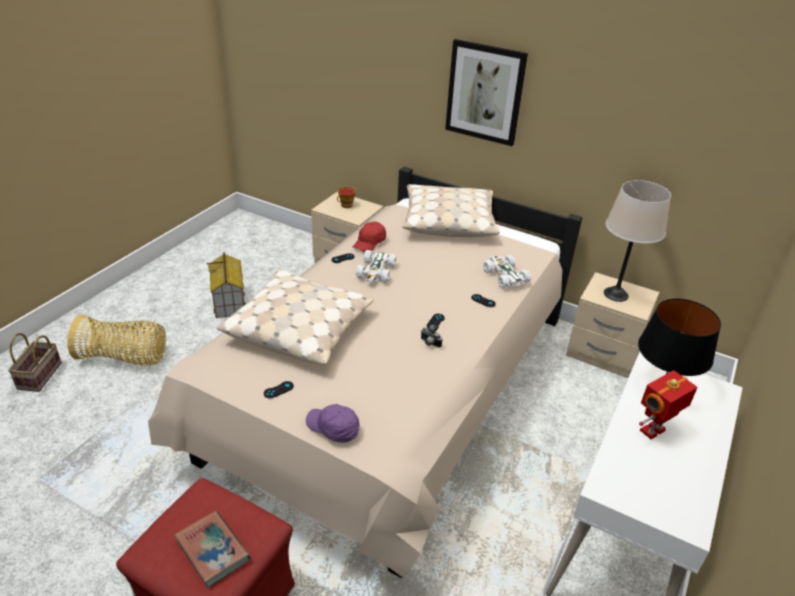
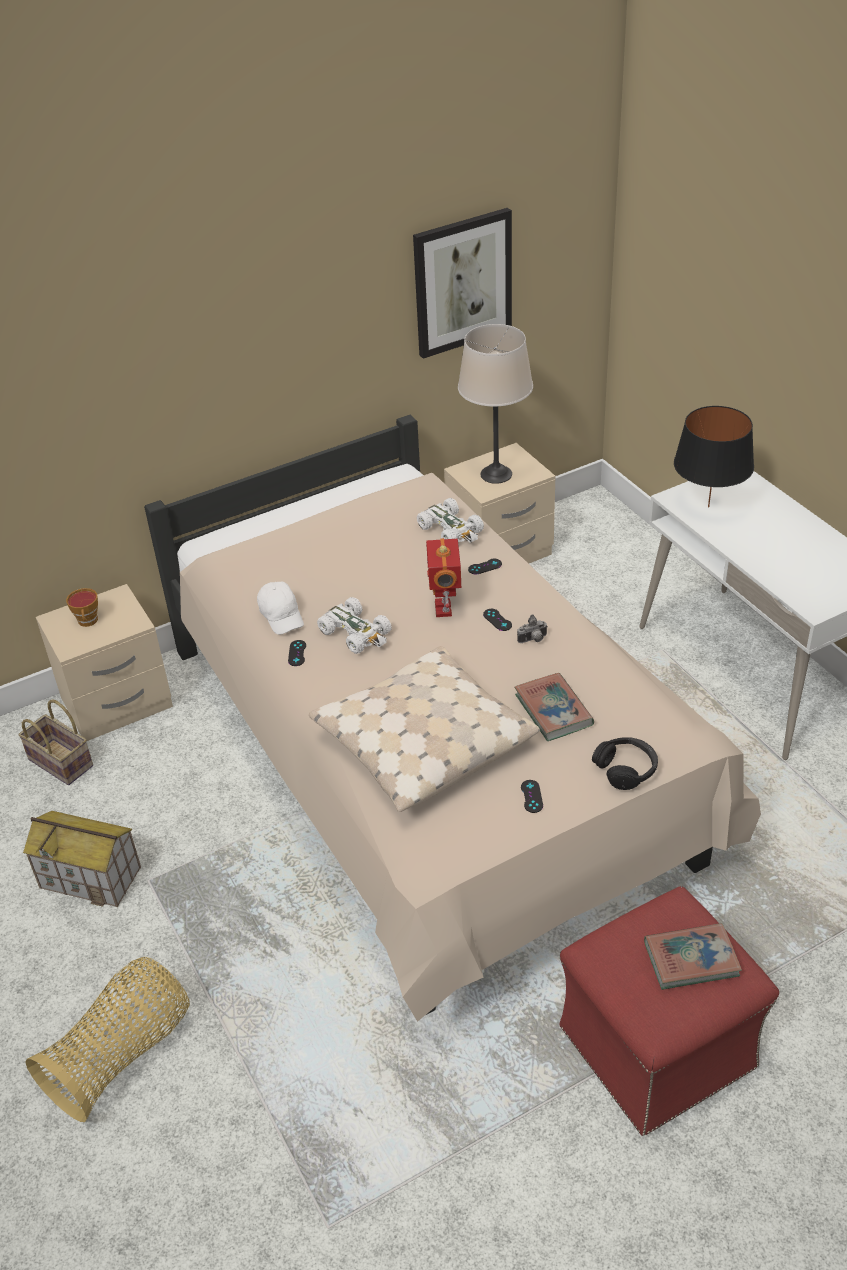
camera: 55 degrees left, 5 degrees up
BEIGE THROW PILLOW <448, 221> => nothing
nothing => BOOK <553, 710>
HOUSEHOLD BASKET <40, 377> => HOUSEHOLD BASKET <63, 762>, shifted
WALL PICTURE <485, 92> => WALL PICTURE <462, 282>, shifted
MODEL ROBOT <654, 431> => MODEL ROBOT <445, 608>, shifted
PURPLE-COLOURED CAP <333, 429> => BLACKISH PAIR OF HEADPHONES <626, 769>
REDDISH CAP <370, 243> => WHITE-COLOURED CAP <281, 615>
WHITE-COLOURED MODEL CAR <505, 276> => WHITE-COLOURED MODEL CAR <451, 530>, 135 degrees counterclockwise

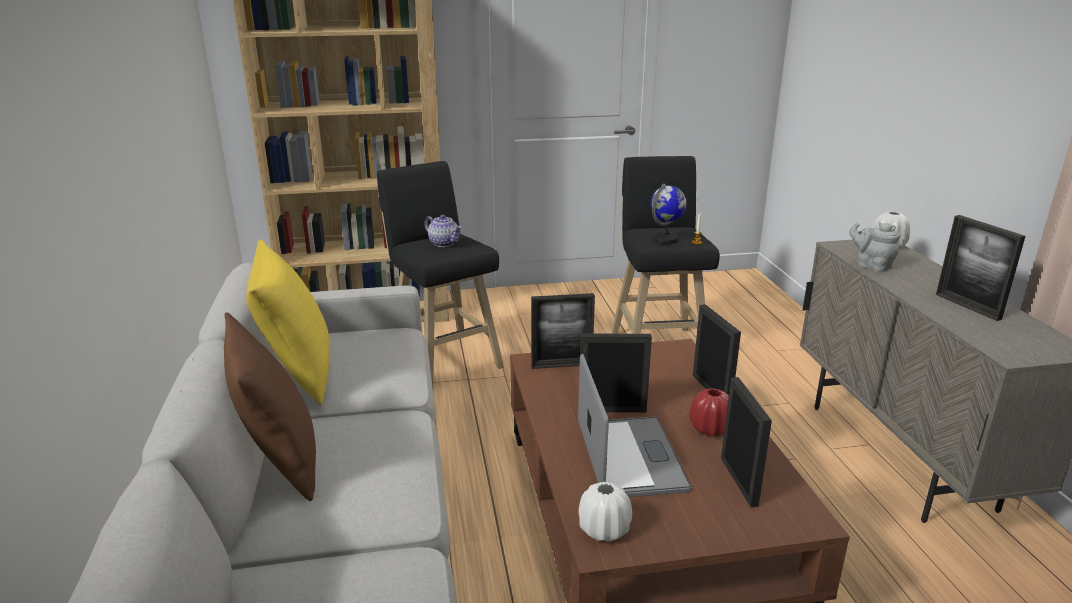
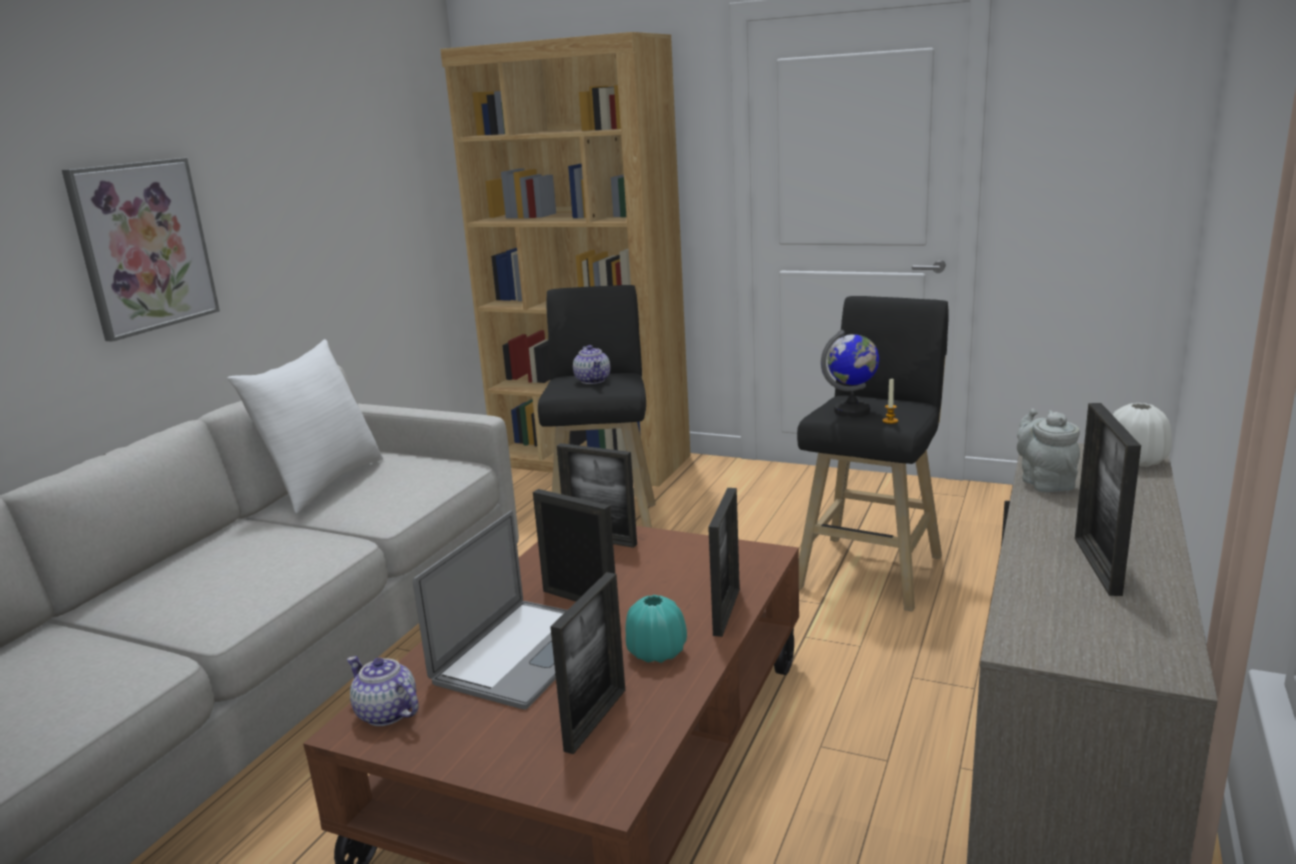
camera: 35 degrees right, 5 degrees down
BROWNISH THROW PILLOW <280, 462> => nothing
nothing => WALL PICTURE <143, 246>
WHITE-COLOURED DECORATIVE VASE <604, 530> => TEAPOT <385, 713>
YELLOW THROW PILLOW <298, 374> => WHITE-COLOURED THROW PILLOW <323, 483>
REDDISH DECORATIVE VASE <710, 428> => TURQUOISE-COLOURED DECORATIVE VASE <656, 652>

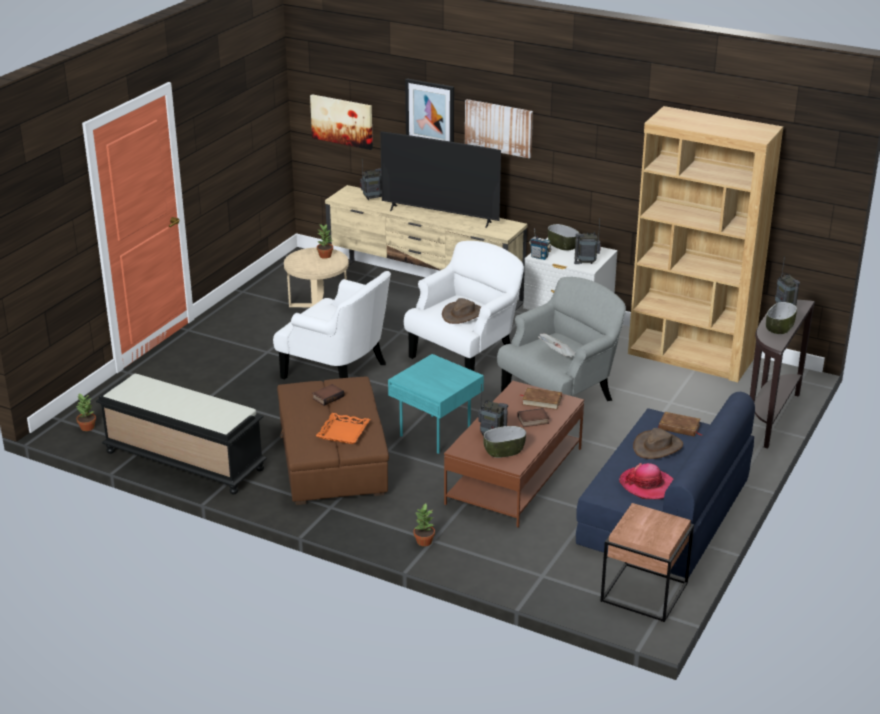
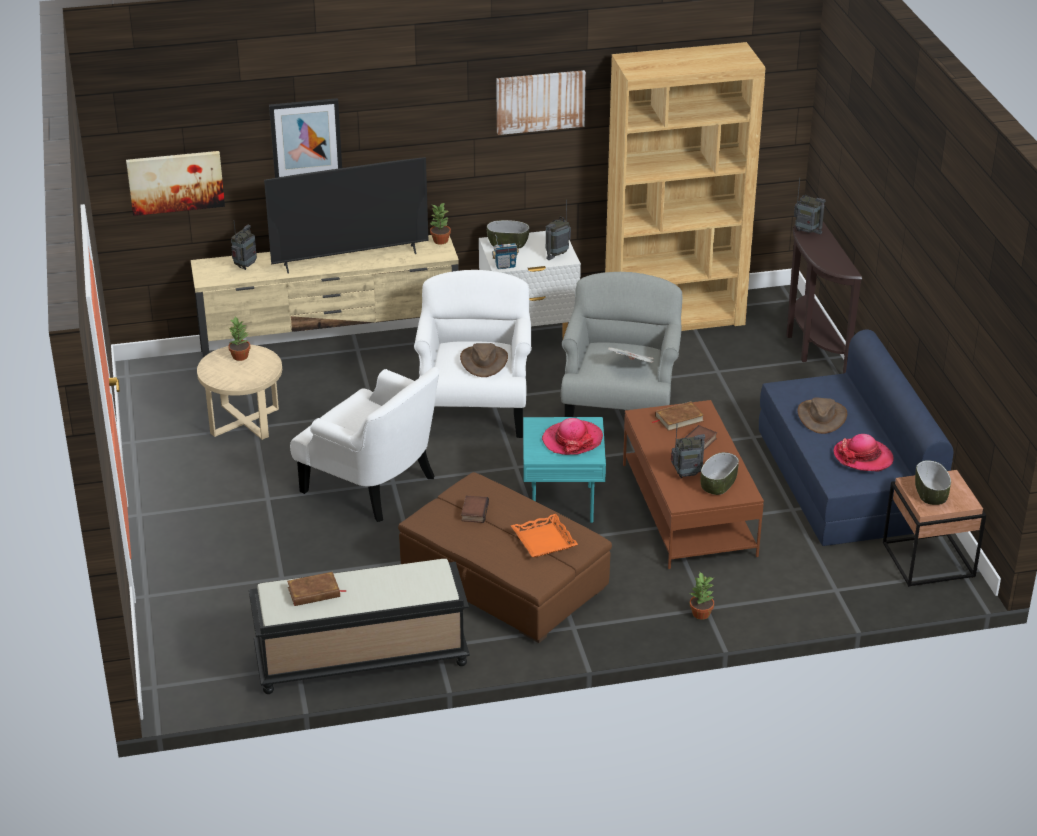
camera: 40 degrees left, 5 degrees up
nothing => HAT <572, 440>
POTTED PLANT <87, 427> => POTTED PLANT <440, 240>, shifted
WALL PICTURE <499, 128> => WALL PICTURE <540, 101>, shifted
BROWNISH BOOK <679, 427> => BROWNISH BOOK <314, 592>, shifted
SERVING BOWL <779, 327> => SERVING BOWL <930, 494>, shifted
WHITE-COLOURED EASY CHAIR <337, 370> => WHITE-COLOURED EASY CHAIR <372, 484>, 45 degrees clockwise

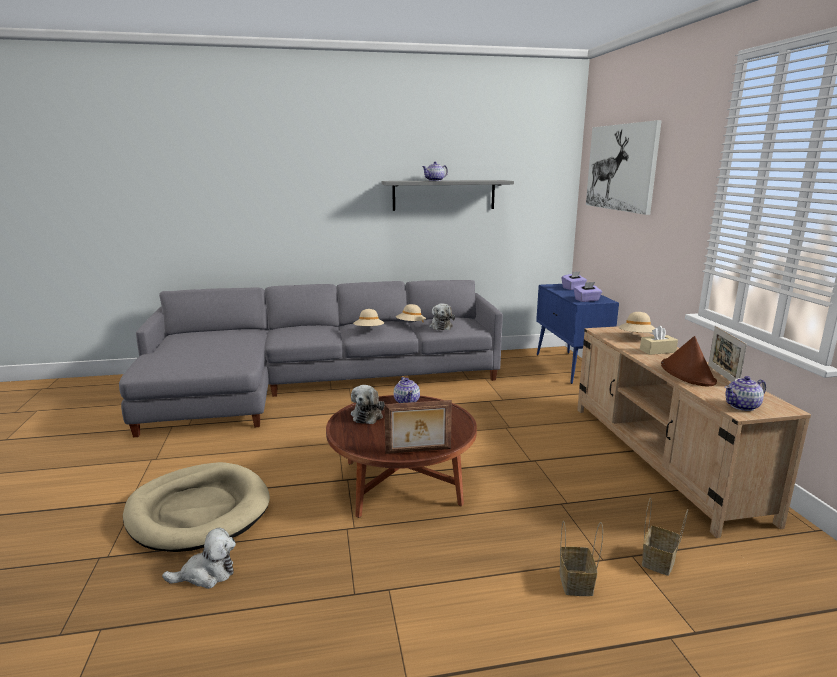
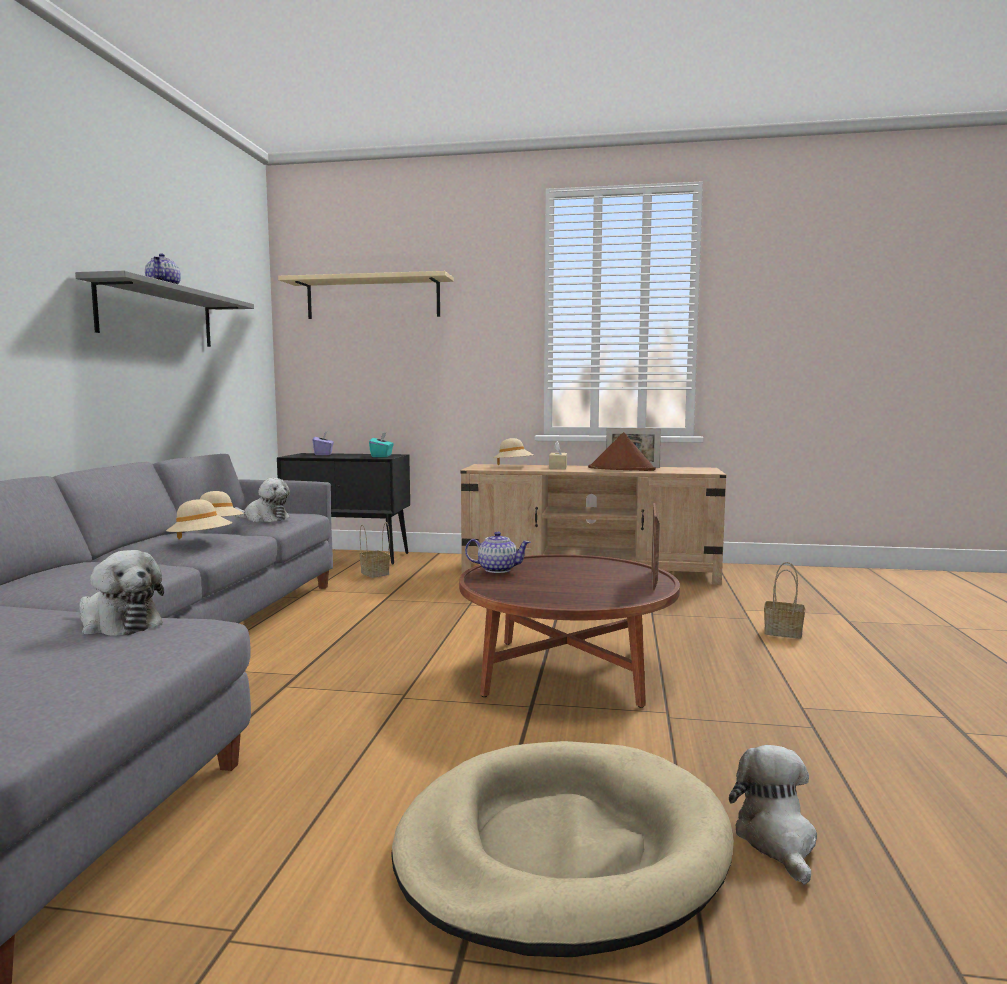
camera: 70 degrees left, 10 degrees down
TEAPOT <742, 406> => nothing
PLUSH TOY <368, 415> => PLUSH TOY <118, 624>, shifted
HOUSEHOLD BASKET <659, 562> => HOUSEHOLD BASKET <376, 573>, shifted
WALL PICTURE <621, 167> => BEIGE BRACKET SHELF <373, 298>
BLUE CABINET <570, 367> => BLACKISH CABINET <349, 556>
PURPLE-COLOURED TISSUE HOLDER <587, 300> => TURQUOISE-COLOURED TISSUE HOLDER <382, 456>

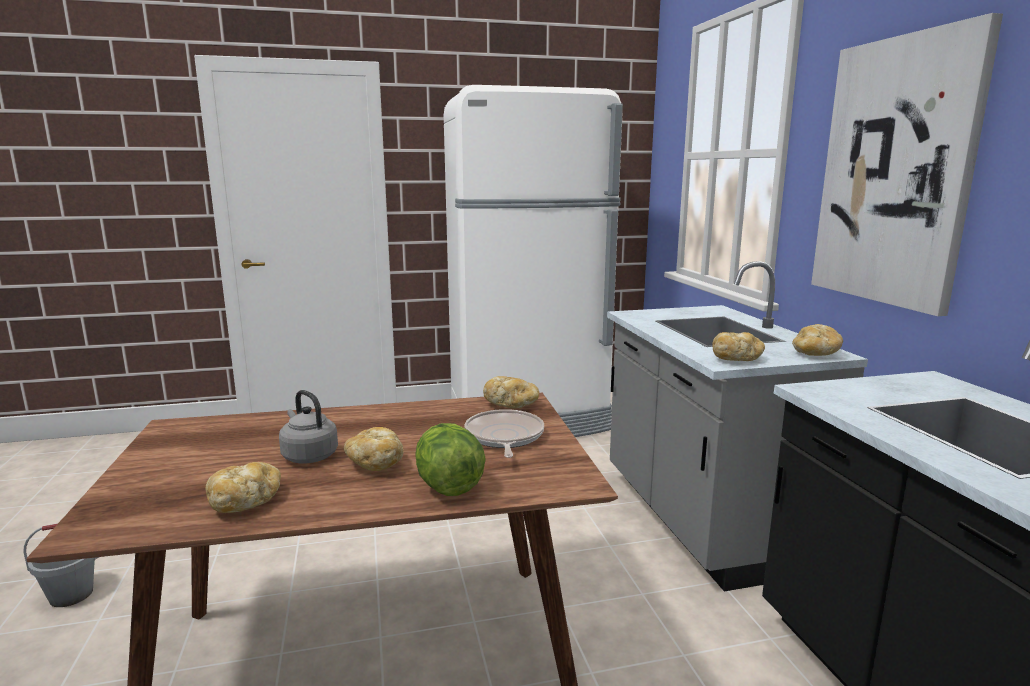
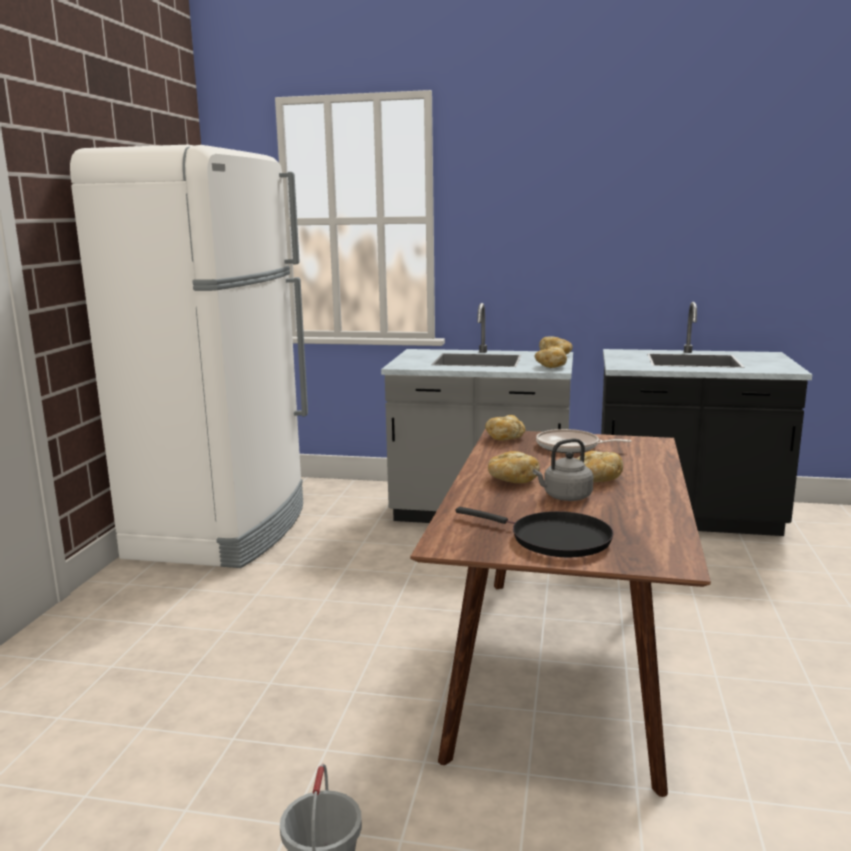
camera: 65 degrees left, 0 degrees up
LETTUCE HEAD <448, 486> => nothing
WALL PICTURE <895, 173> => nothing
nothing => BLACKISH FRYING PAN <554, 539>
BAKERY BREAD <245, 502> => BAKERY BREAD <512, 480>, shifted

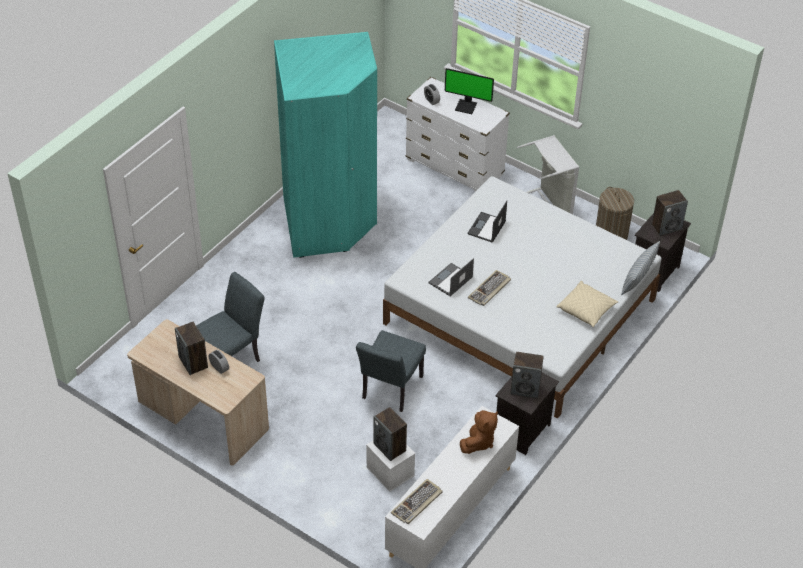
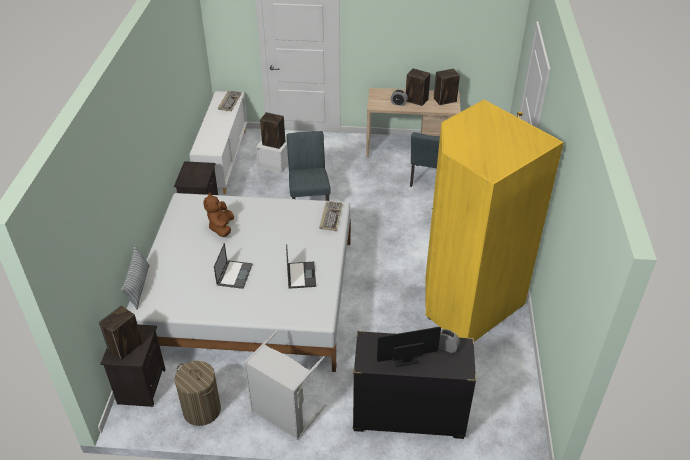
camera: 150 degrees right, 5 degrees down
BEIGE THROW PILLOW <586, 309> => nothing
LAPTOP <450, 280> => LAPTOP <234, 274>, shifted
BROWNISH PLUSH TOY <478, 442> => BROWNISH PLUSH TOY <221, 228>, shifted
KEYBOARD <489, 290> => KEYBOARD <330, 217>, shifted
AUDIO SPEAKER <525, 389> => AUDIO SPEAKER <445, 100>, shifted
TURQUOISE-COLOURED WARDROBE <329, 221> => YELLOW WARDROBE <466, 301>
WHITE-COLOURED DRAWER CHEST <455, 167> => BLACKISH DRAWER CHEST <408, 415>

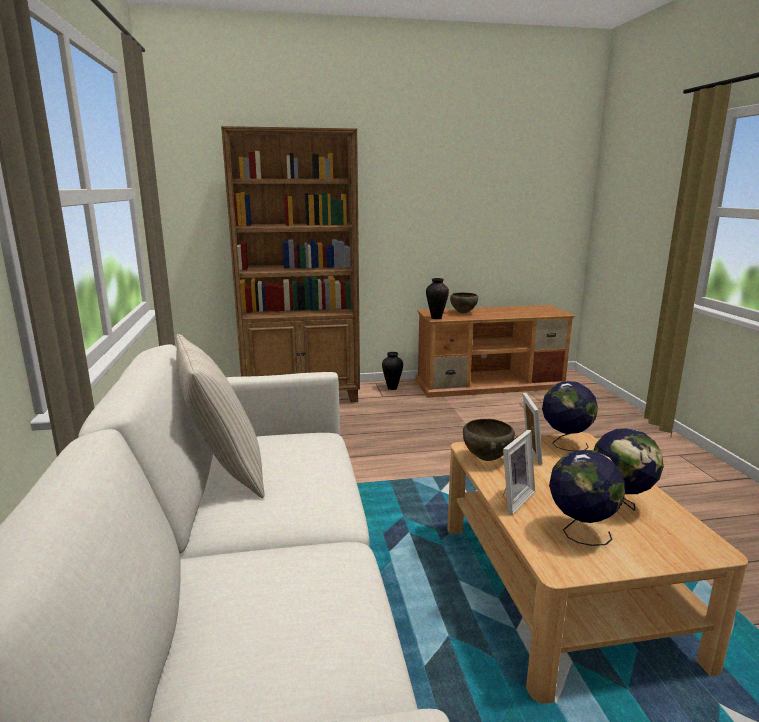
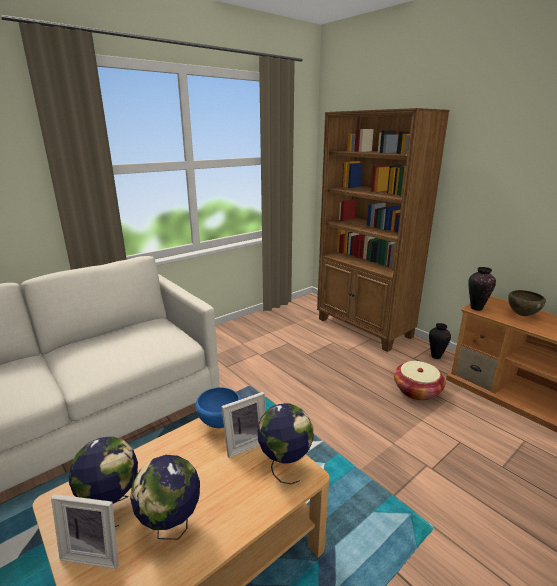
camera: 60 degrees right, 5 degrees up
BEIGE THROW PILLOW <223, 471> => nothing
nothing => HOUSEHOLD BASKET <417, 391>
STANDING FRAME <512, 499> => STANDING FRAME <95, 551>, shifted
BROWNISH SERVING BOWL <486, 459> => BLUE SERVING BOWL <220, 424>

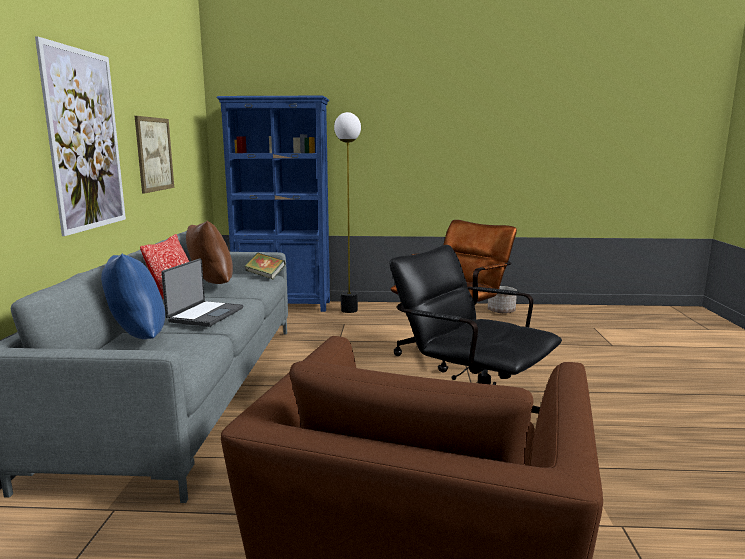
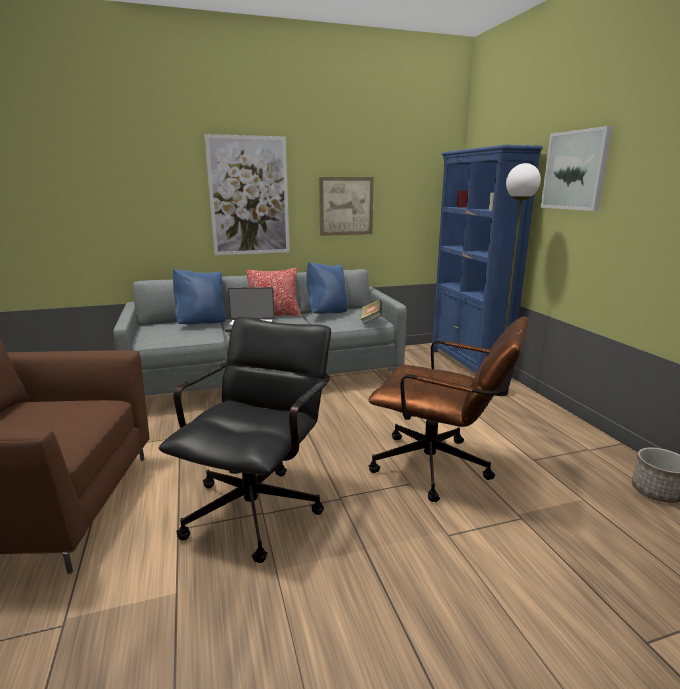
camera: 70 degrees right, 5 degrees up
nothing => WALL PICTURE <575, 170>
BROWNISH THROW PILLOW <210, 285> => BLUE THROW PILLOW <326, 313>

